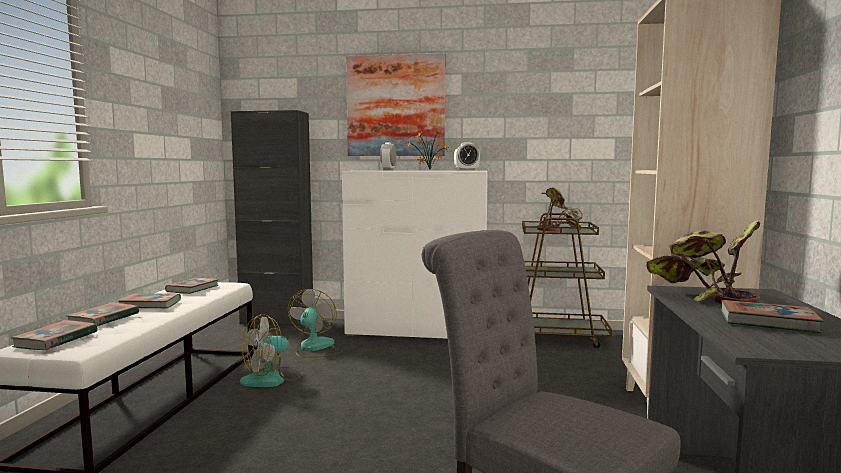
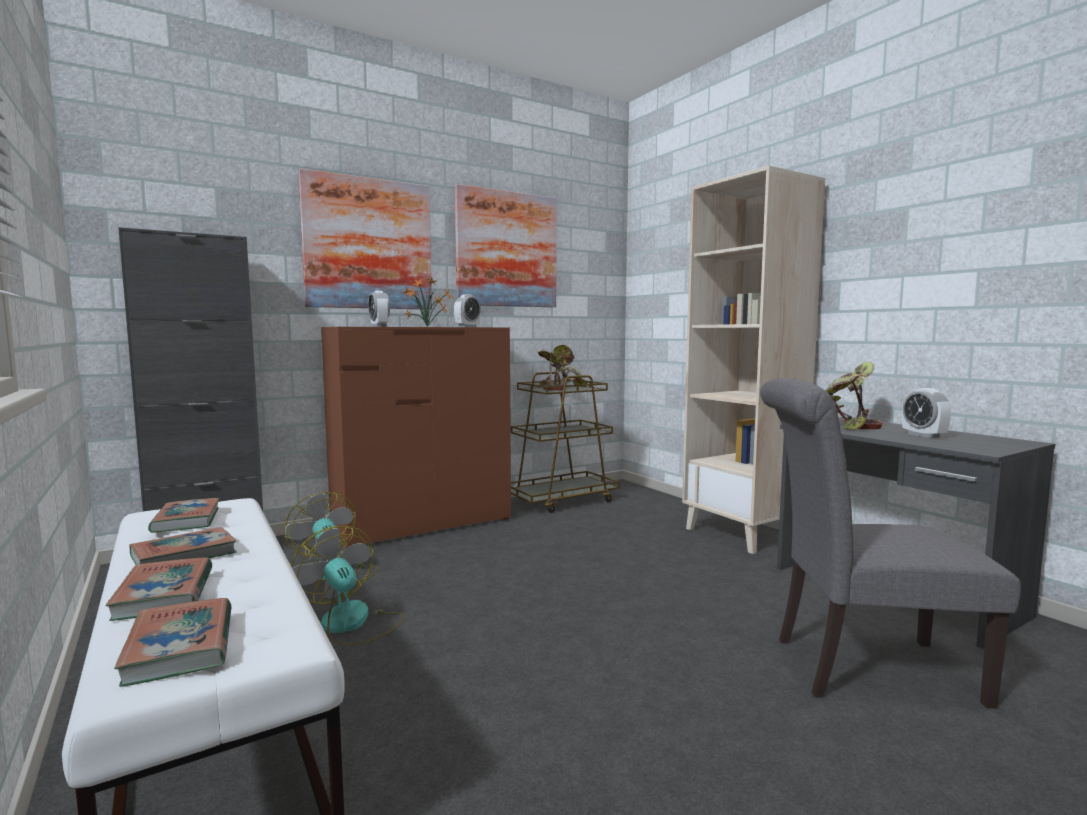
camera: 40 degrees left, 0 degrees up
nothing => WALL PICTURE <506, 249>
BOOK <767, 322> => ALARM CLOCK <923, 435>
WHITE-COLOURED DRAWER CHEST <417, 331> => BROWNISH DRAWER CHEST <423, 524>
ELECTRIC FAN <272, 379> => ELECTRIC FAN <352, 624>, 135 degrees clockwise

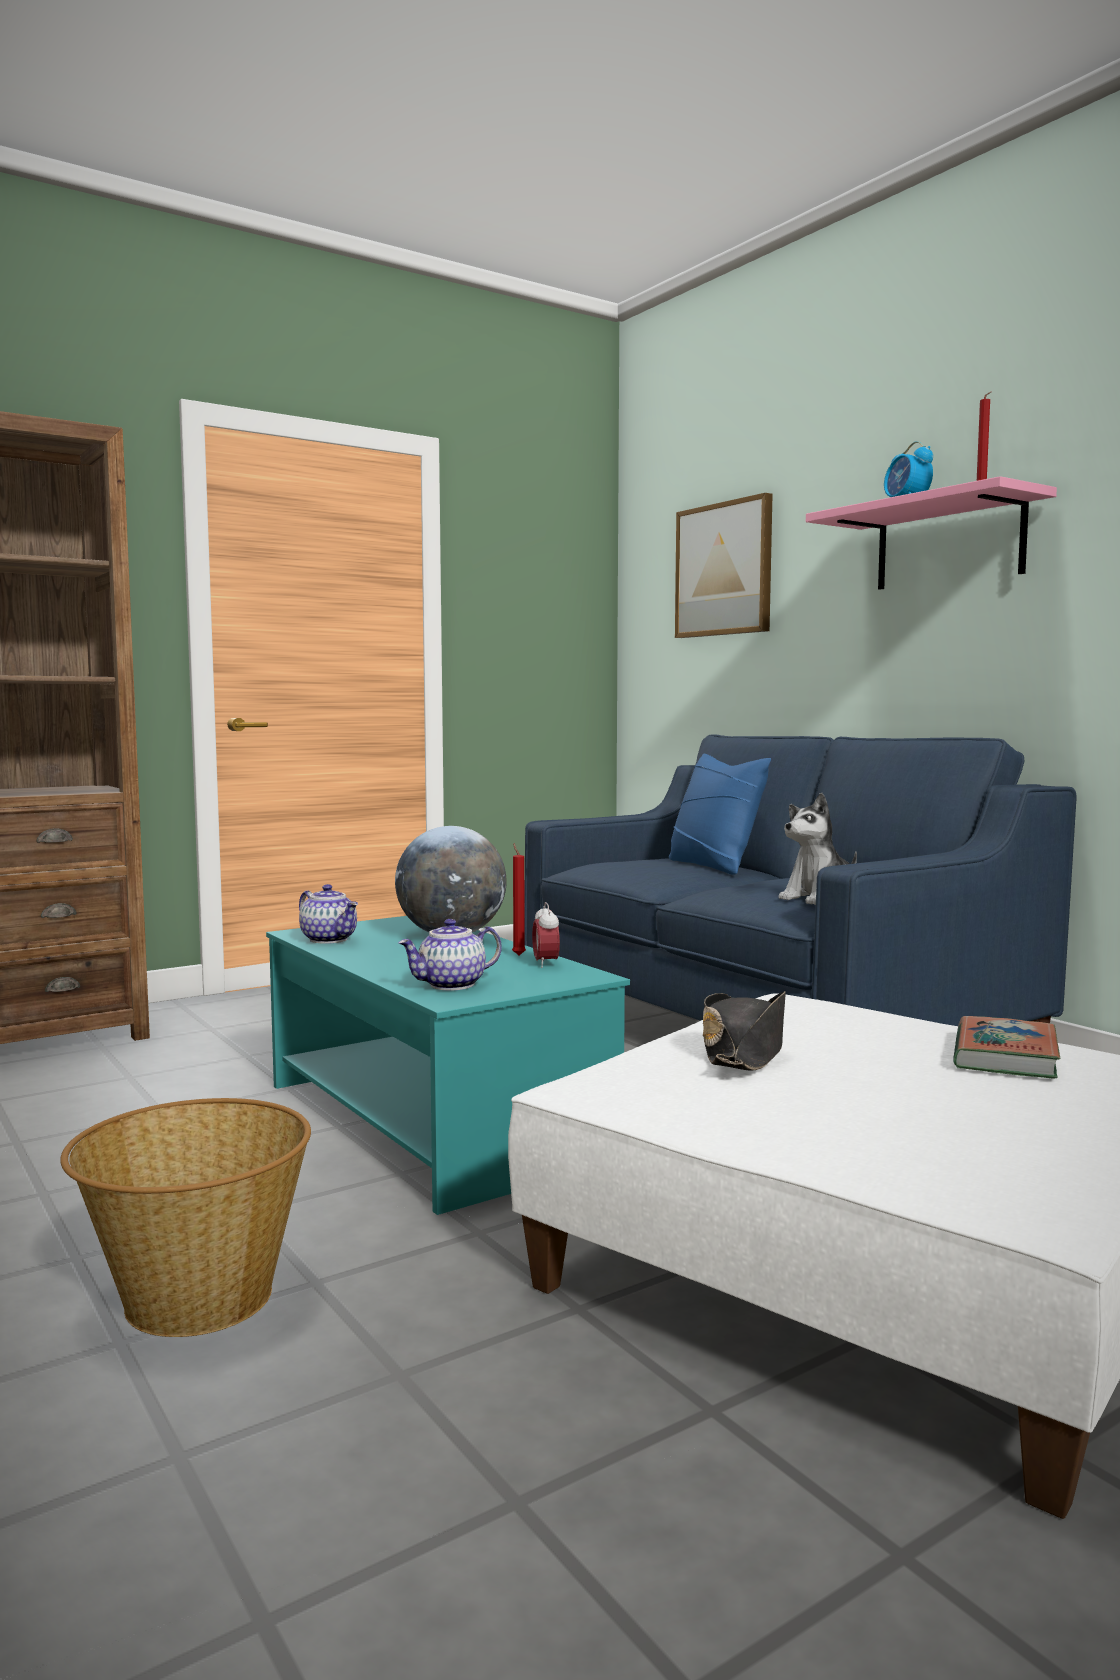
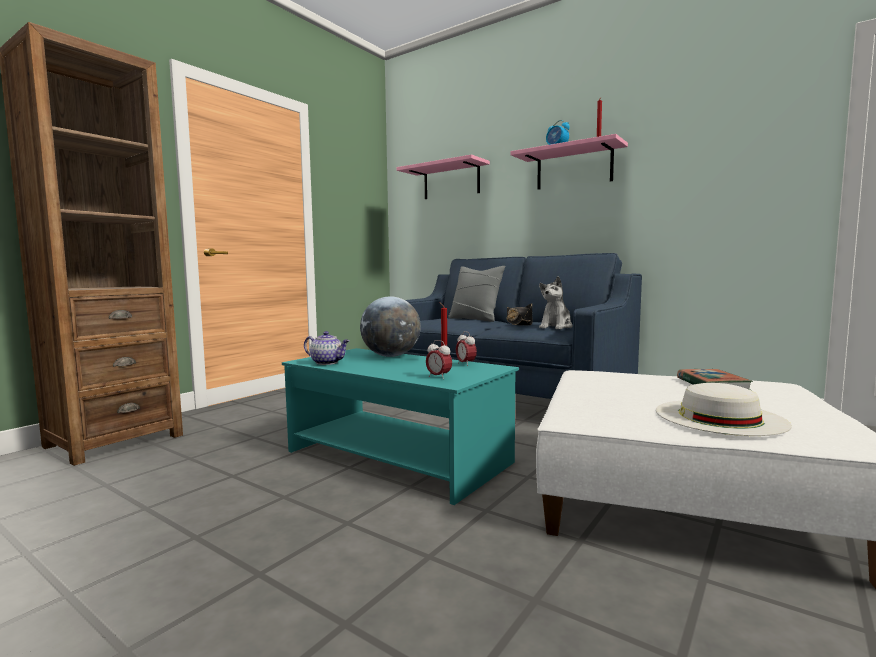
camera: 20 degrees left, 0 degrees up
HOUSEHOLD BASKET <196, 1298> => nothing
nothing => WHITE-COLOURED HAT <719, 417>
BLACKISH HAT <743, 1052> => BLACKISH HAT <519, 323>, shifted
TEAPOT <451, 985> => ALARM CLOCK <438, 377>
WALL PICTURE <724, 569> => PINK BRACKET SHELF <451, 181>
BLUE THROW PILLOW <714, 866> => GREYISH THROW PILLOW <475, 319>

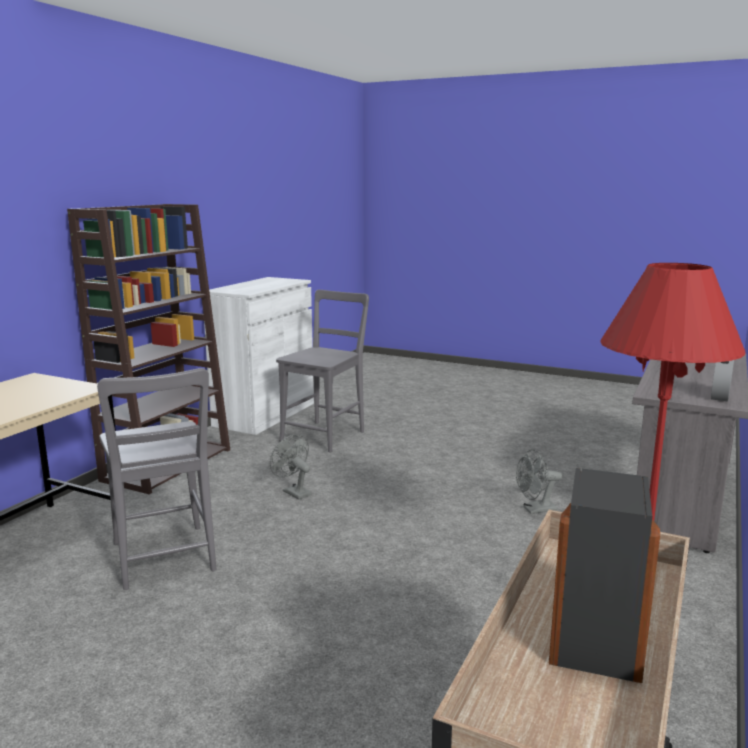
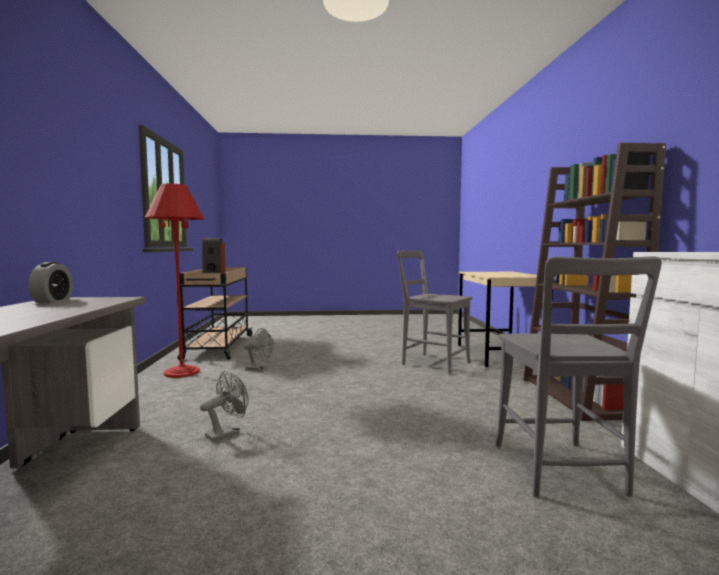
camera: 150 degrees right, 10 degrees down
GREYISH ELECTRIC FAN <293, 492> => GREYISH ELECTRIC FAN <259, 369>, shifted

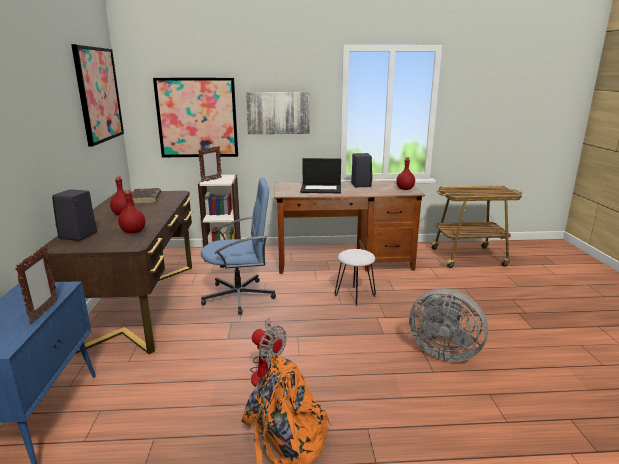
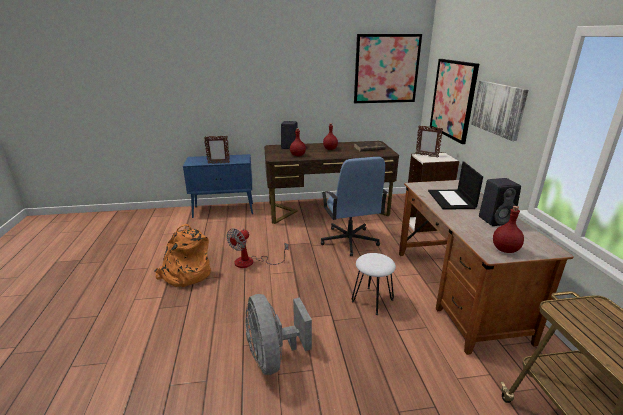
camera: 85 degrees right, 5 degrees up
GREYISH ELECTRIC FAN <442, 351> => GREYISH ELECTRIC FAN <274, 357>, 45 degrees counterclockwise

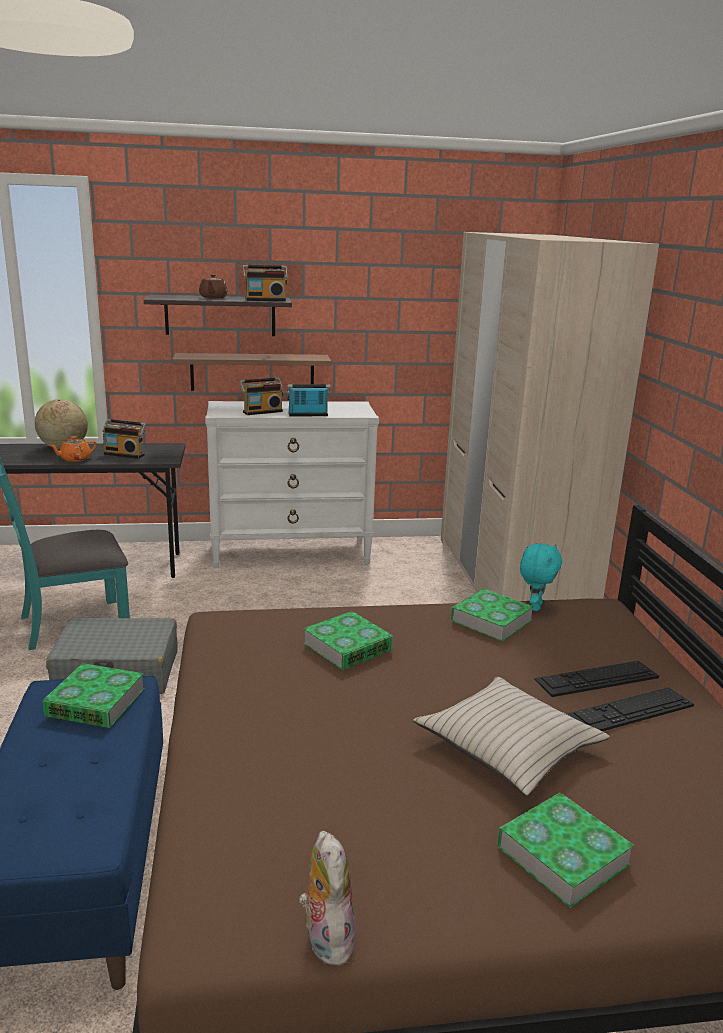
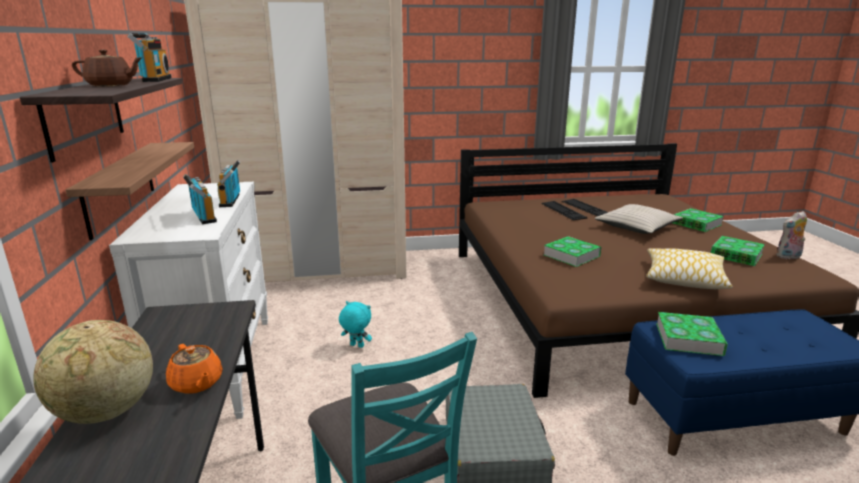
camera: 90 degrees left, 0 degrees up
RADIO SET <125, 454> => nothing
nothing => THROW PILLOW <684, 278>
BOOK <491, 620> => BOOK <736, 255>, shifted
TURQUOISE-COLOURED PLUSH TOY <535, 606> => TURQUOISE-COLOURED PLUSH TOY <356, 346>, shifted

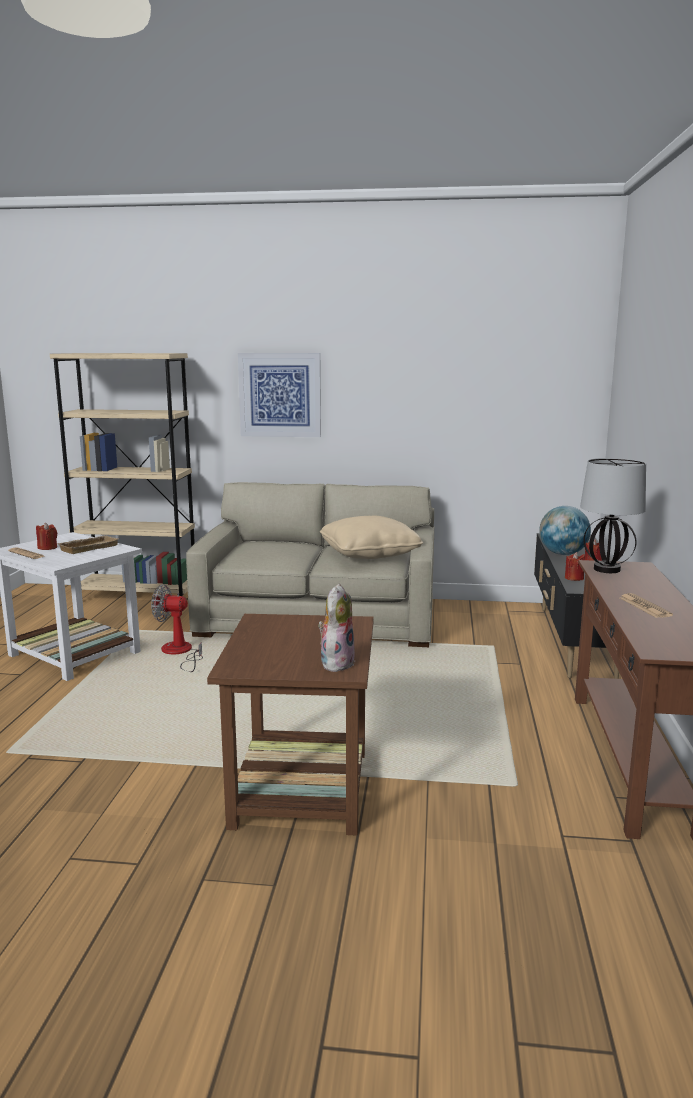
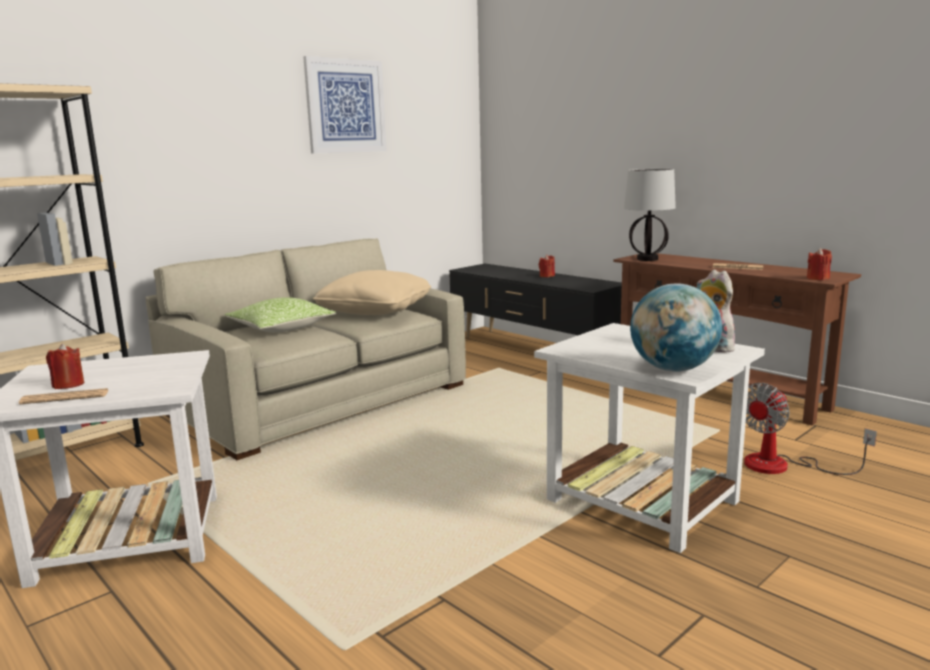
camera: 50 degrees left, 0 degrees up
BEIGE SERVING TRAY <88, 547> => nothing
nothing => THROW PILLOW <281, 328>
ELECTRIC FAN <180, 653> => ELECTRIC FAN <782, 466>, shifted
WALL PICTURE <280, 395> => WALL PICTURE <345, 106>, shifted
GLOBE <562, 554> => GLOBE <673, 369>, shifted
REDDISH WAX CANDLE <574, 578> => REDDISH WAX CANDLE <818, 278>, shifted
BROWNISH END TABLE <301, 790> => WHITE-COLOURED END TABLE <644, 501>

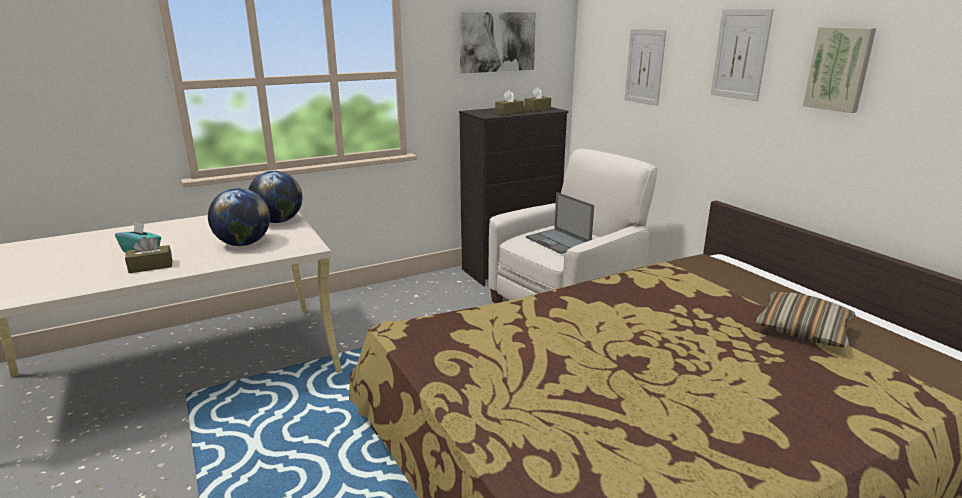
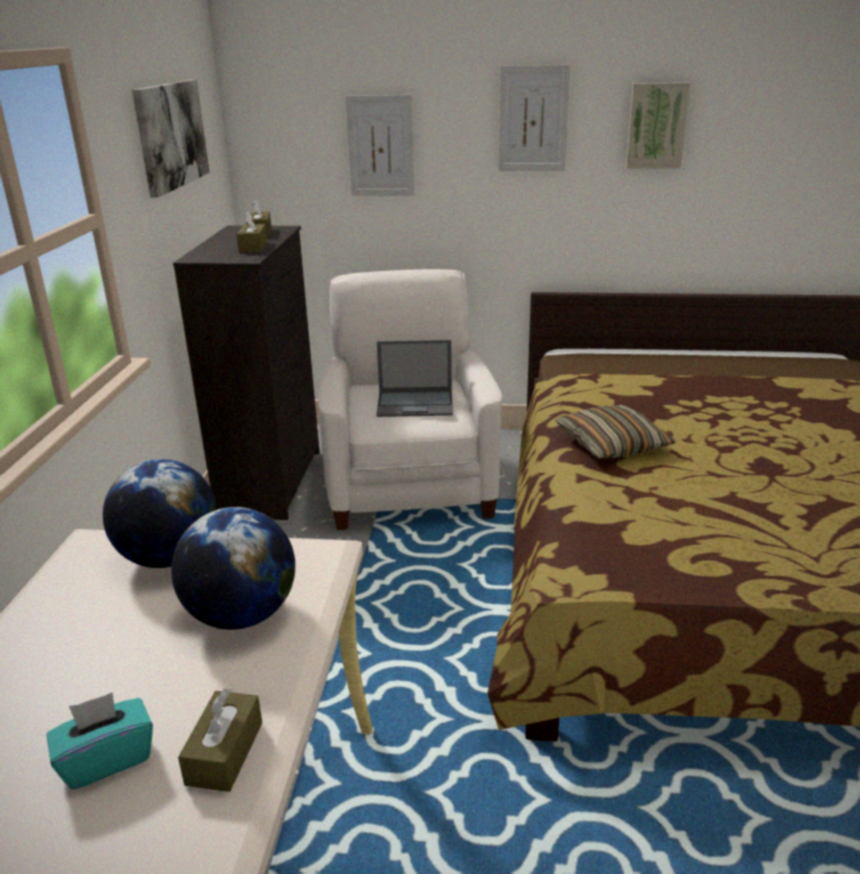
camera: 55 degrees left, 5 degrees up
THROW PILLOW <803, 329> => THROW PILLOW <612, 444>, shifted

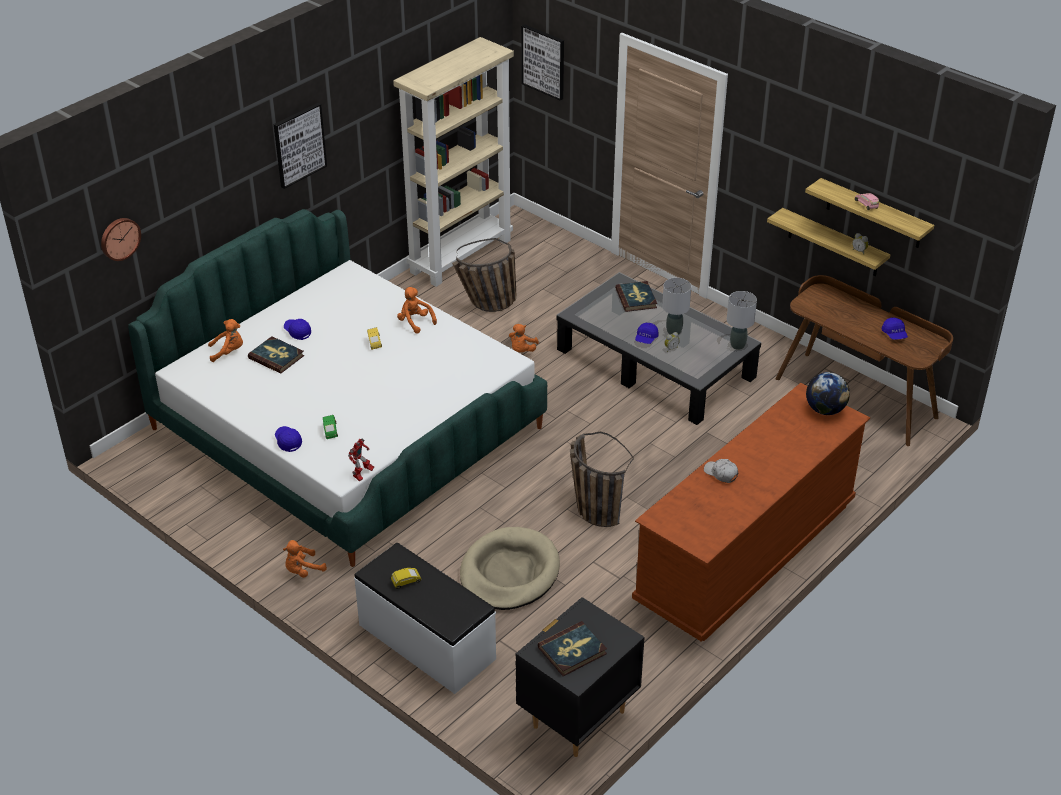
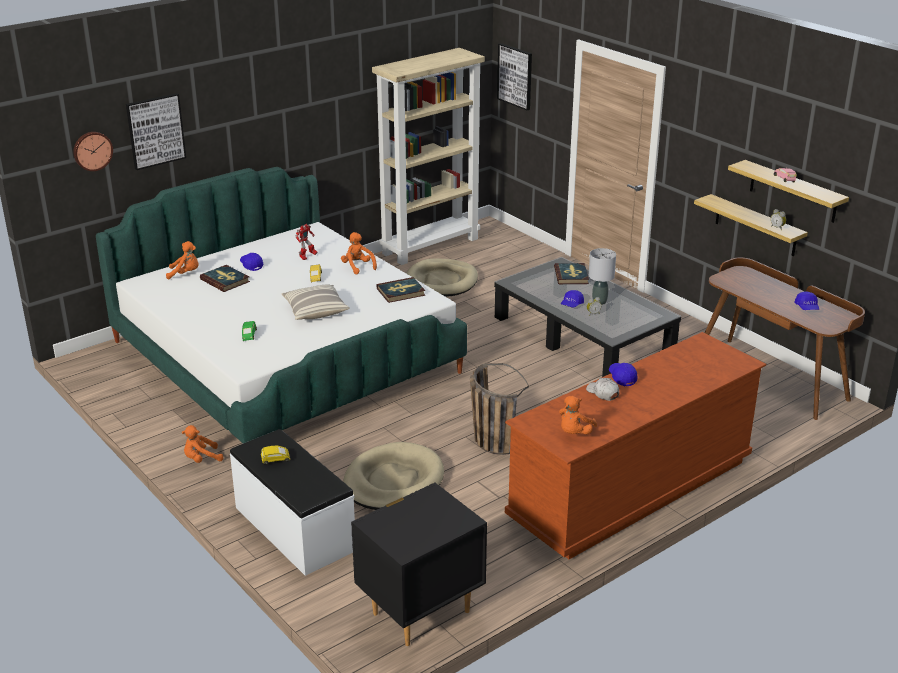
camera: 10 degrees right, 10 degrees down
GREYISH TABLETOP LAMP <738, 345> => nothing
GLOBE <825, 410> => nothing
nothing => THROW PILLOW <315, 310>
WALL PICTURE <299, 145> => WALL PICTURE <155, 131>, shifted
BLUE CAP <288, 442> => BLUE CAP <622, 378>, shifted
MODEL ROBOT <362, 475> => MODEL ROBOT <307, 257>, shifted
ORANGE-COLOURED PLUSH TOY <522, 350> => ORANGE-COLOURED PLUSH TOY <574, 433>, shifted
BOOK <572, 651> => BOOK <401, 292>, shifted
HOUSEHOLD BASKET <487, 306> => BEIGE DOG CUSHION <441, 281>

